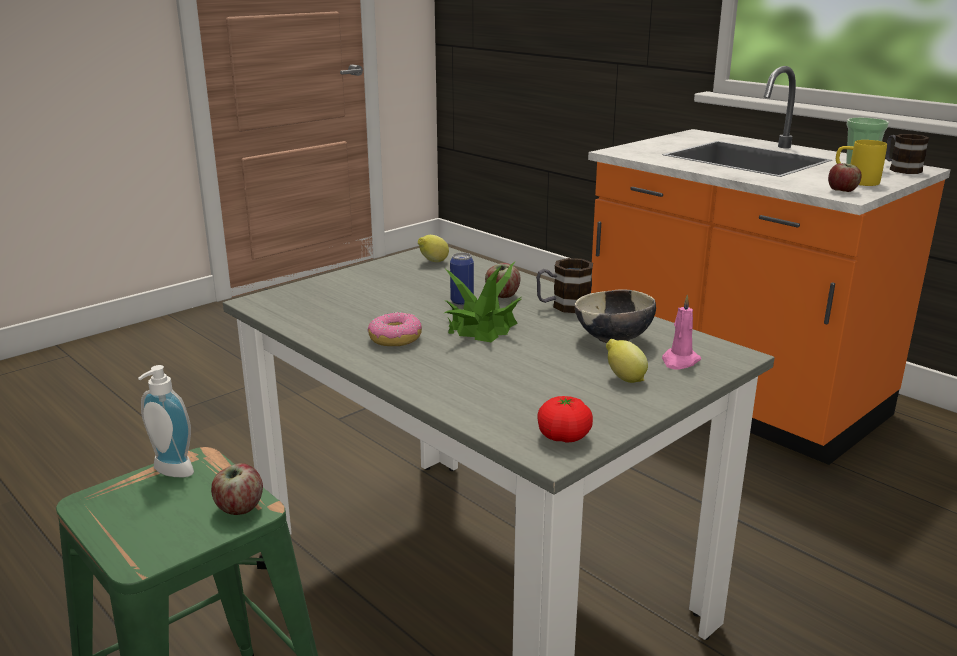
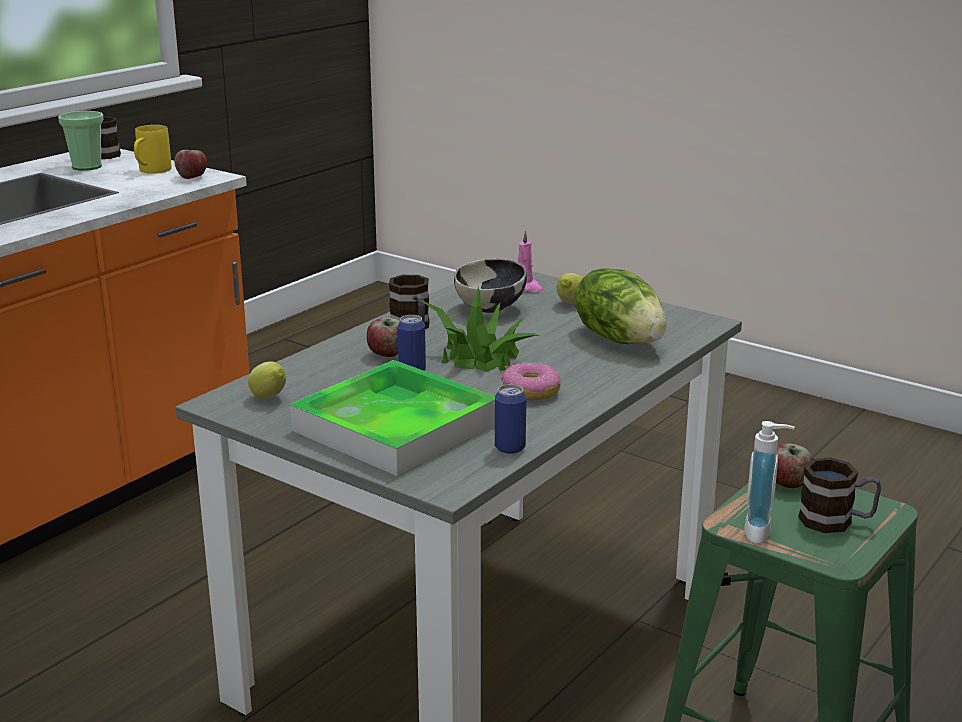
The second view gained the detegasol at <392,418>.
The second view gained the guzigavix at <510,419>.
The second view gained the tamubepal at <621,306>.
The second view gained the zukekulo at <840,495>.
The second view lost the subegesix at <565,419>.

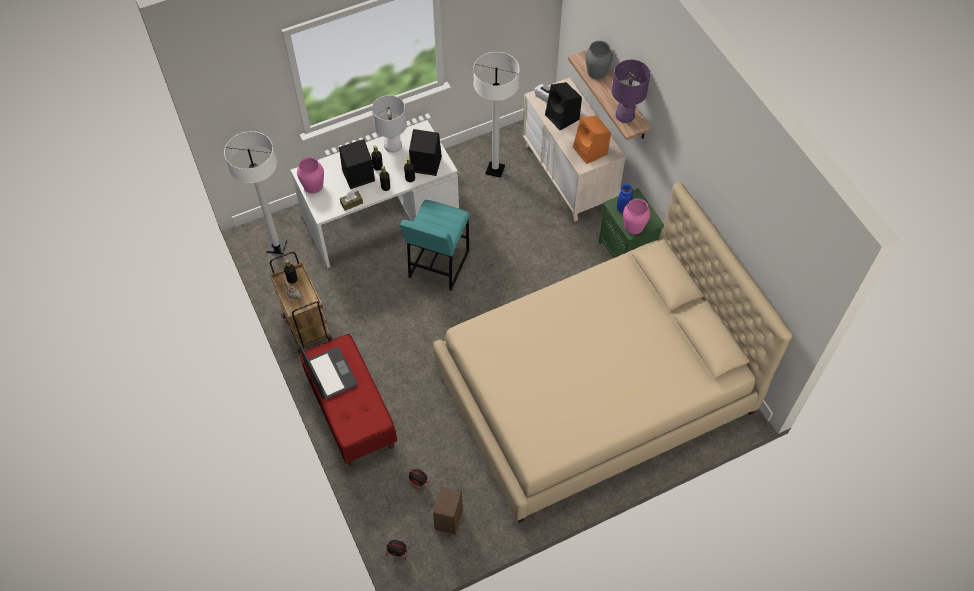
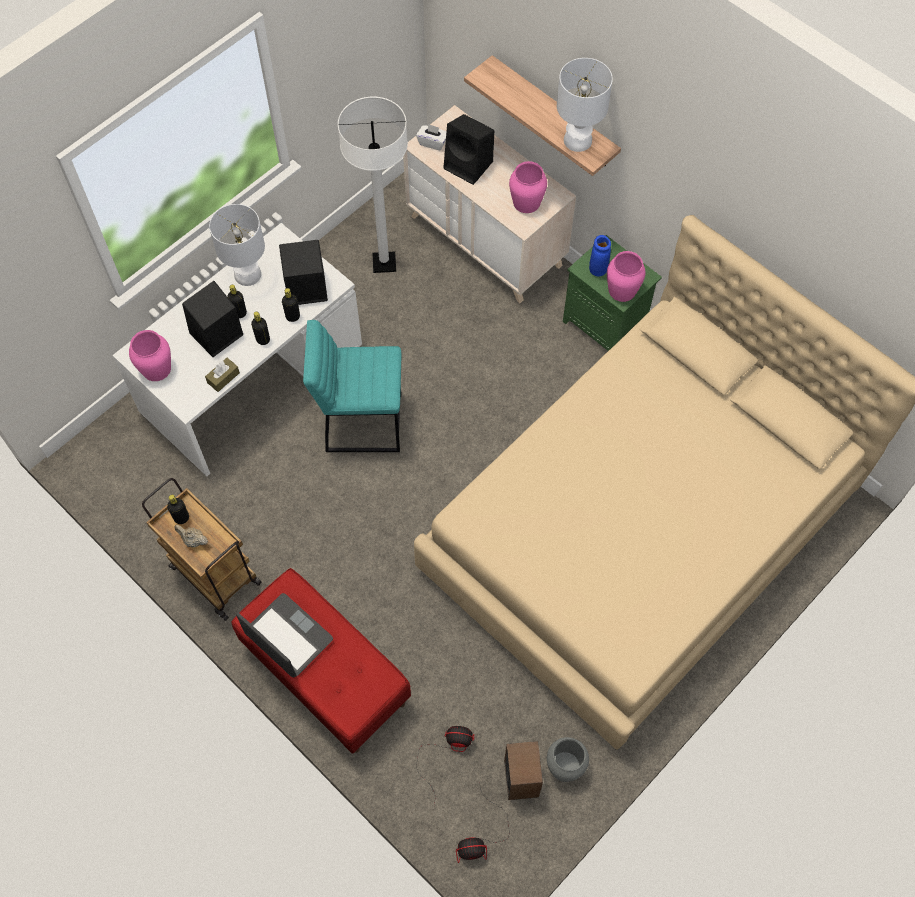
The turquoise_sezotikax at <435,245> ended up facing another way, 90 degrees clockwise from before.
Where the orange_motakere stood at <592,140>, the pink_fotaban came to stand at <528,187>.
The grey_fotaban ended up elsewhere, having gone from <599,60> to <568,759>.
What was the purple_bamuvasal at <631,91> turned into the white_bamuvasal at <585,105>.
The second view lost the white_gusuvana at <255,192>.

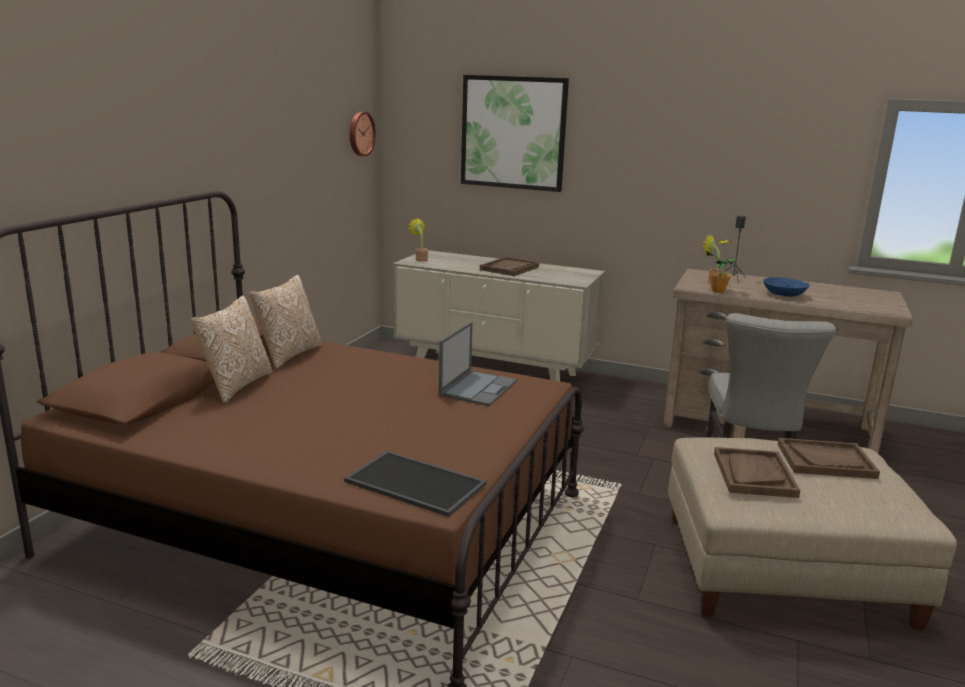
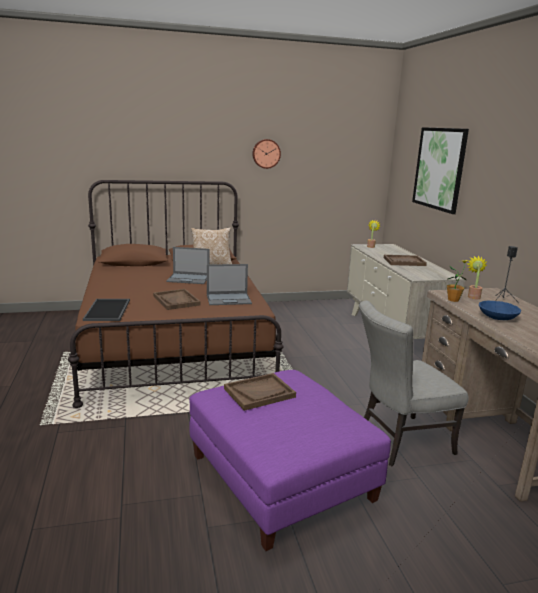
The brown_detegasol ended up elsewhere, having gone from <829,458> to <176,299>.
The second view gained the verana at <187,265>.
What was the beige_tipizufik at <812,534> turned into the purple_tipizufik at <290,460>.
The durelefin ended up elsewhere, having gone from <363,134> to <266,154>.
The second view lost the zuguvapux at <232,349>.

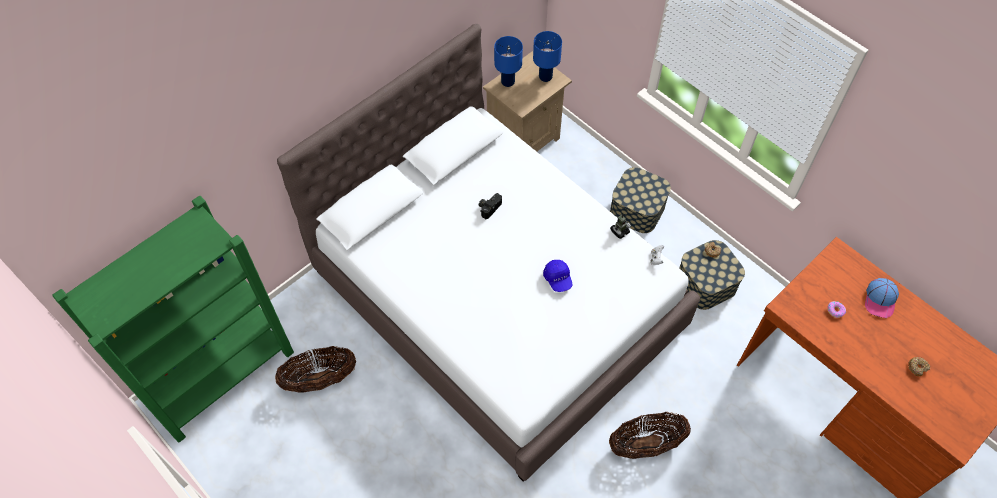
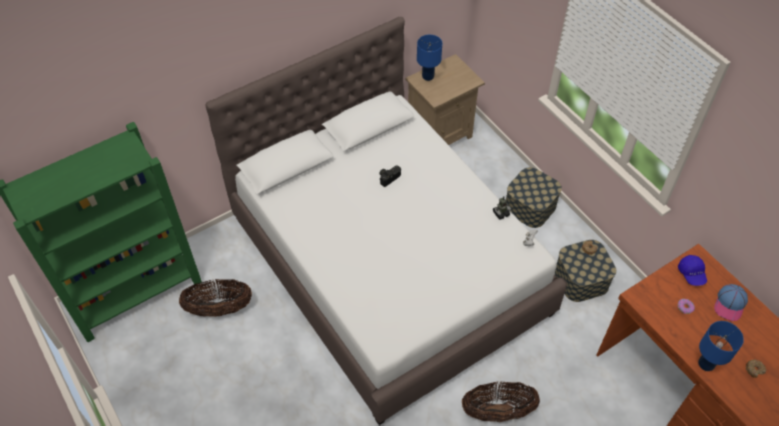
The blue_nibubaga ended up elsewhere, having gone from <557,276> to <692,270>.
The blue_bamuvasal ended up elsewhere, having gone from <547,56> to <721,346>.

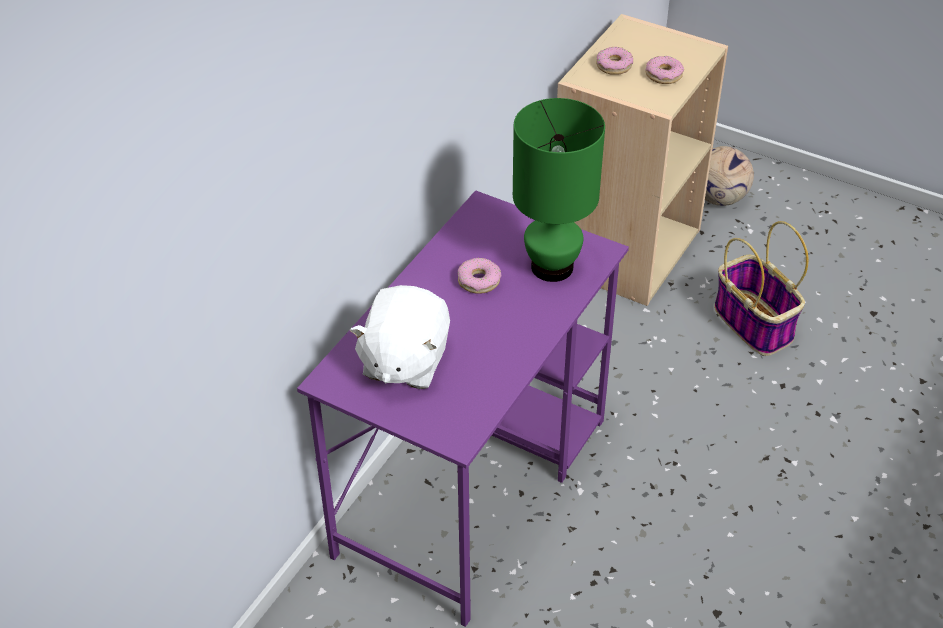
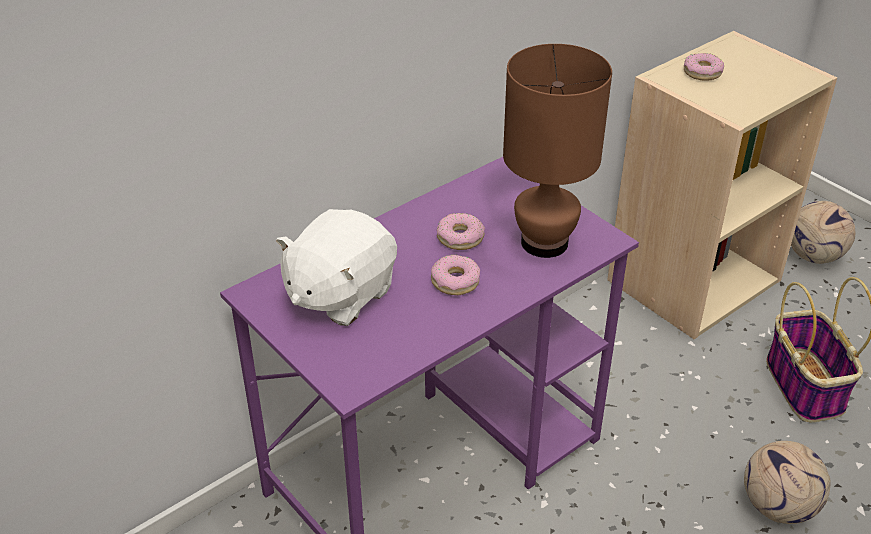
The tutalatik ended up elsewhere, having gone from <665,70> to <455,275>.
What was the green_bamuvasal at <559,190> turned into the brown_bamuvasal at <557,151>.
The second view gained the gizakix at <787,482>.

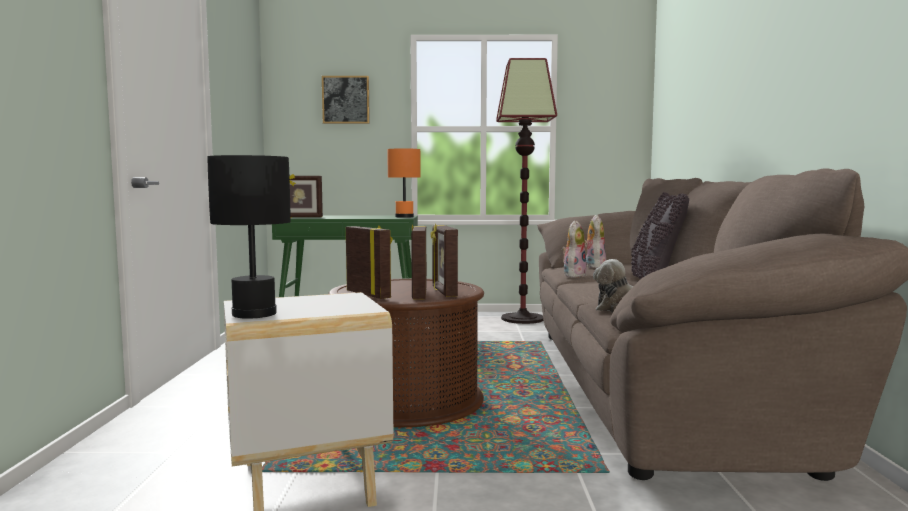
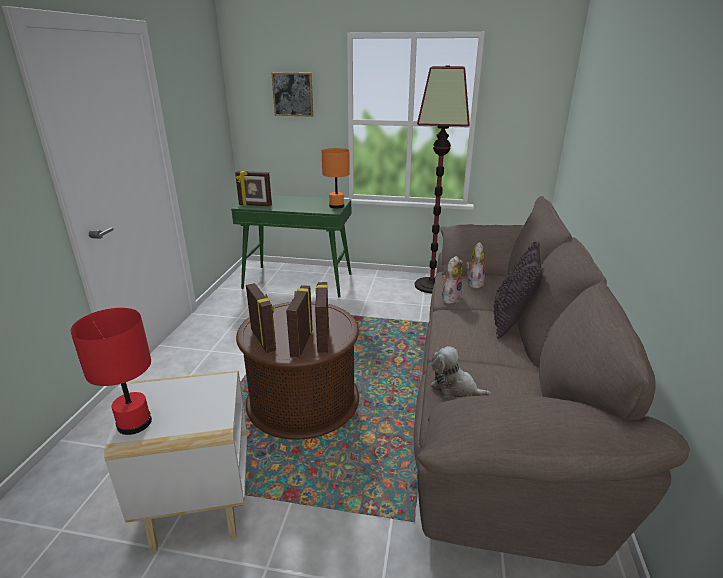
What was the black_bamuvasal at <249,237> turned into the red_bamuvasal at <111,371>.

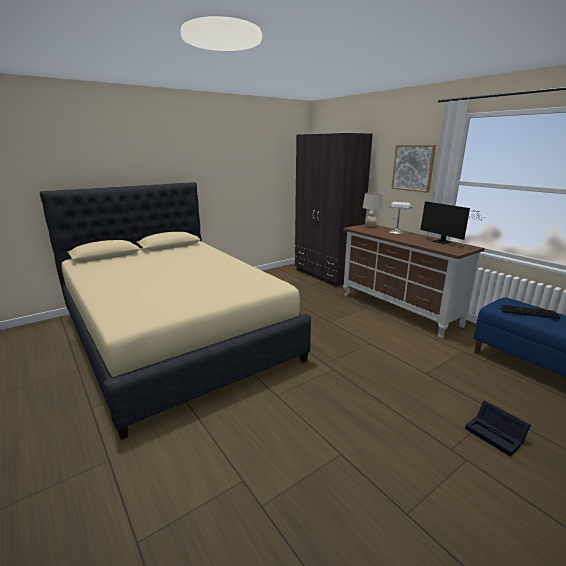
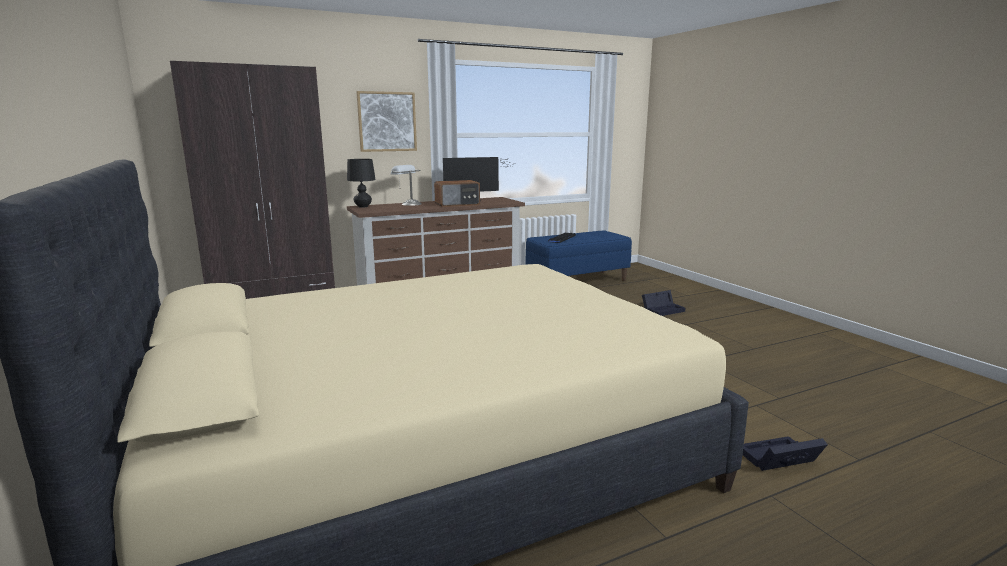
What was the beige_bamuvasal at <372,209> turned into the black_bamuvasal at <361,183>.
The second view gained the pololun at <457,193>.
The second view gained the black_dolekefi at <785,453>.

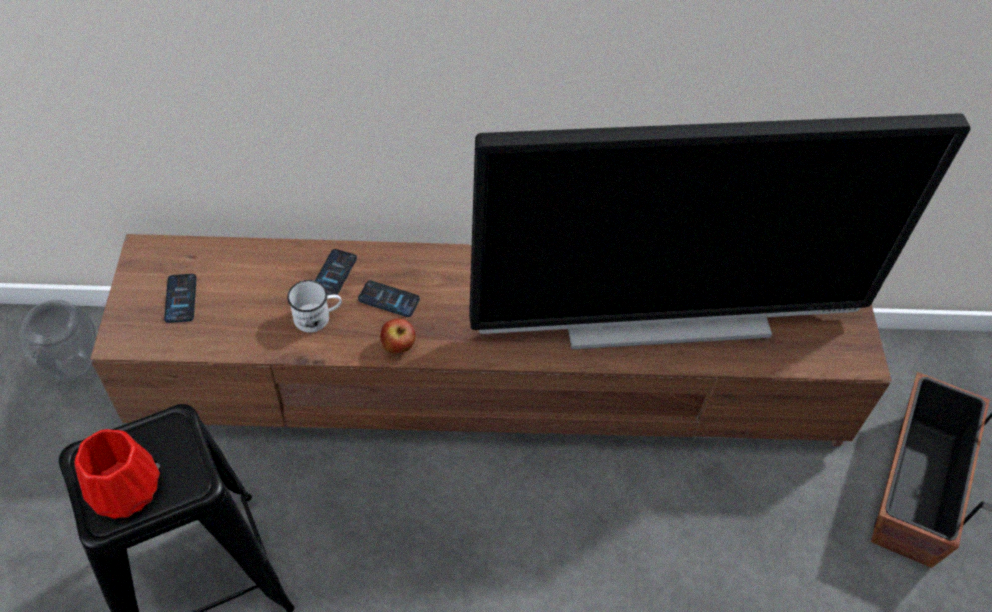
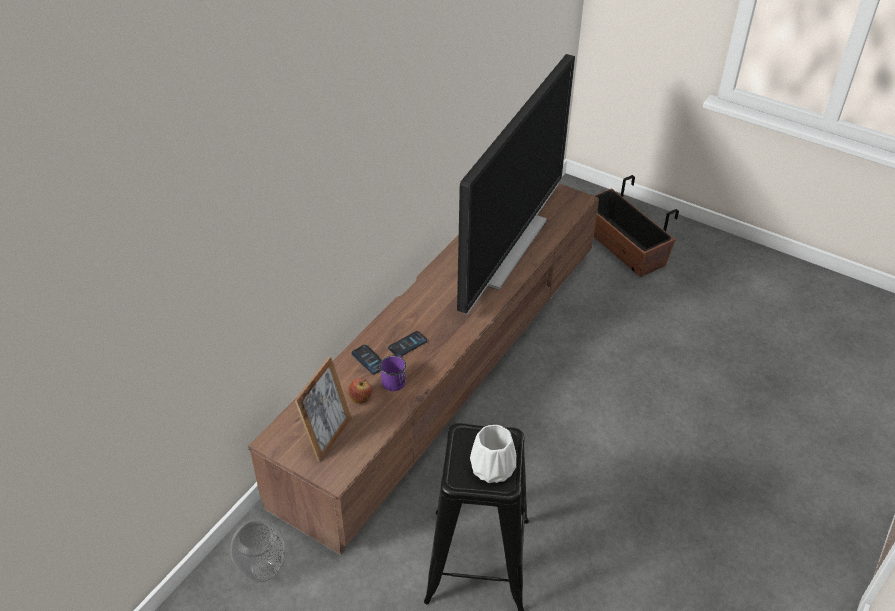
Where the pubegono stood at <180,298>, the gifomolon came to stand at <323,409>.
The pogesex ended up elsewhere, having gone from <398,335> to <360,391>.
What was the white_zukekulo at <314,306> turned into the purple_zukekulo at <393,373>.
What was the red_fotaban at <117,474> turned into the white_fotaban at <493,454>.

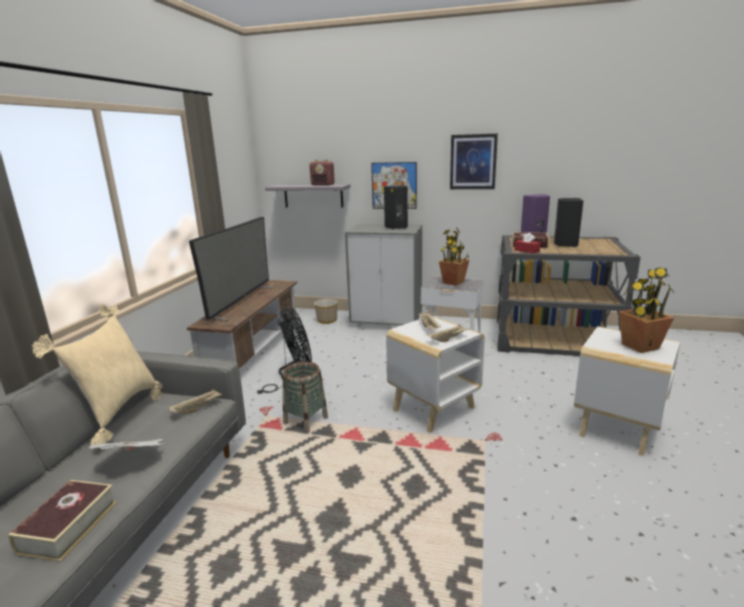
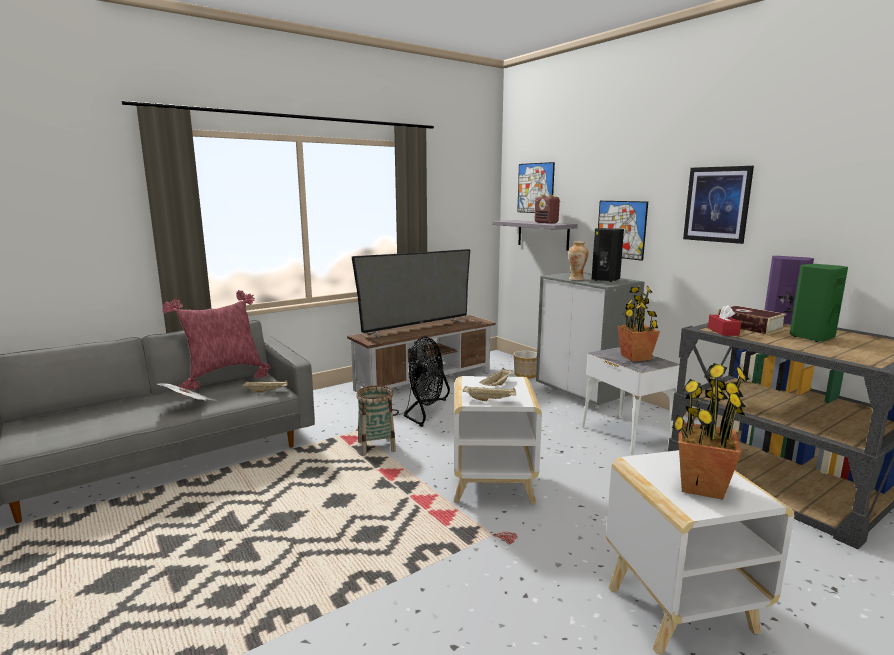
What was the beige_zuguvapux at <97,374> turned into the red_zuguvapux at <216,340>.
The second view gained the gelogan at <536,187>.
The second view gained the fotaban at <578,260>.
What was the black_motakere at <568,222> turned into the green_motakere at <819,303>.
The second view lost the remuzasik at <62,521>.

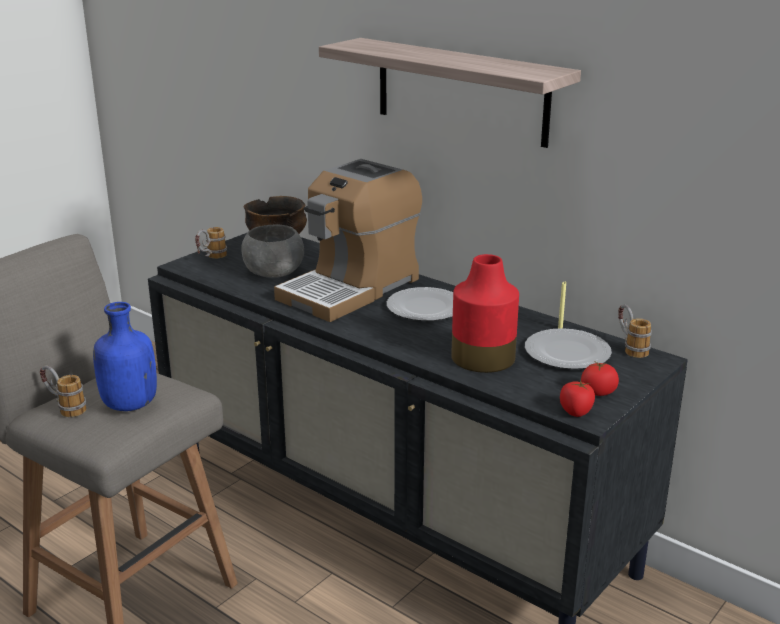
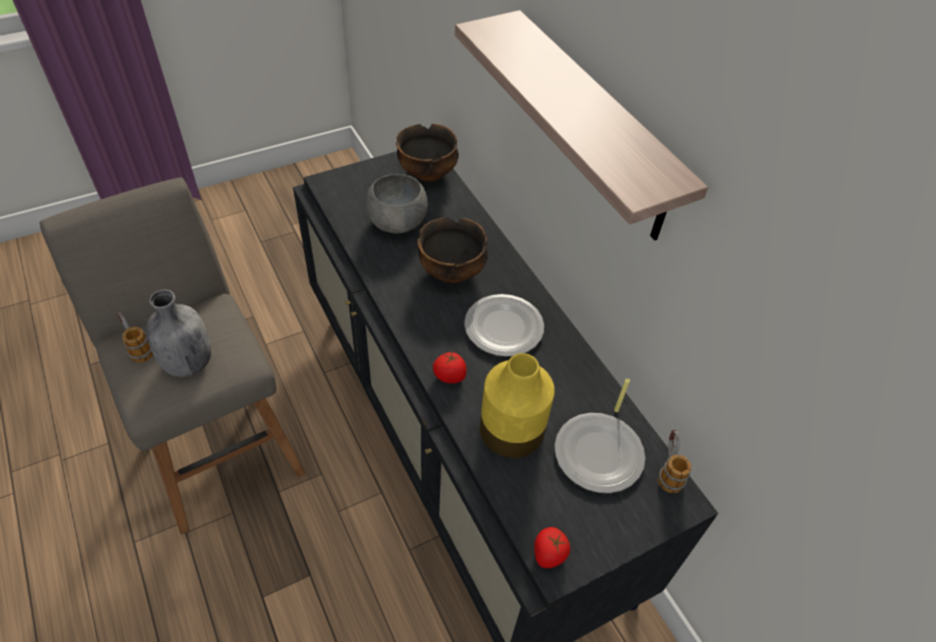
What was the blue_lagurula at <125,356> turned into the grey_lagurula at <178,333>.
Where the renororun stood at <348,240>, the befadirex came to stand at <452,250>.
The subegesix ended up elsewhere, having gone from <600,378> to <450,367>.
What was the red_fotaban at <485,313> turned into the yellow_fotaban at <517,405>.
The second view lost the zukekulo at <211,243>.

